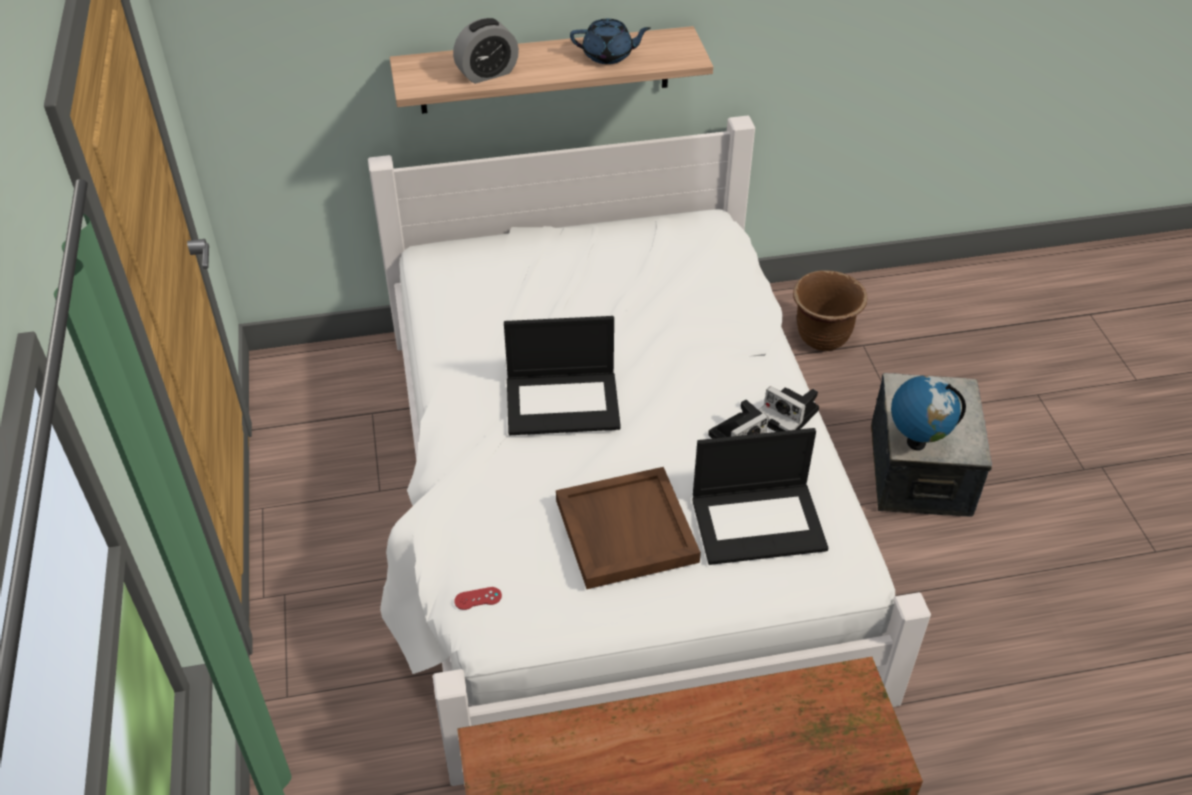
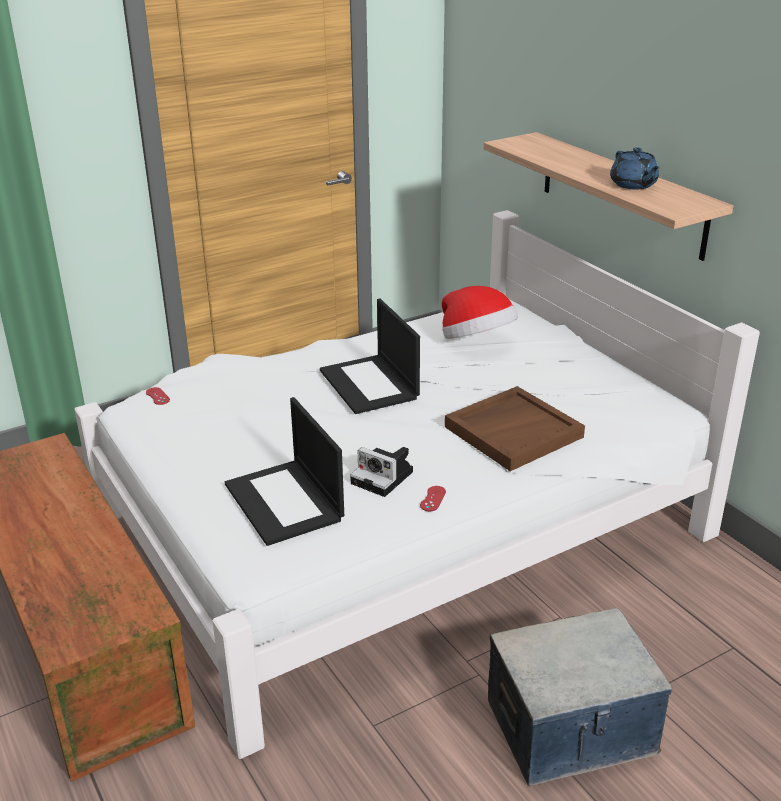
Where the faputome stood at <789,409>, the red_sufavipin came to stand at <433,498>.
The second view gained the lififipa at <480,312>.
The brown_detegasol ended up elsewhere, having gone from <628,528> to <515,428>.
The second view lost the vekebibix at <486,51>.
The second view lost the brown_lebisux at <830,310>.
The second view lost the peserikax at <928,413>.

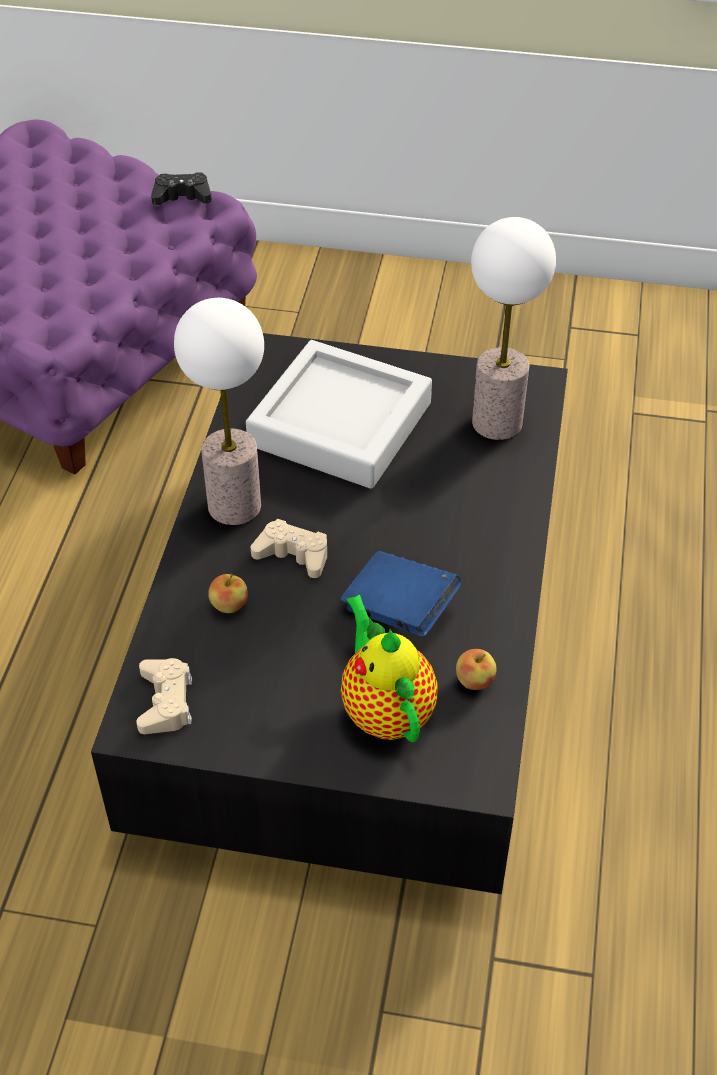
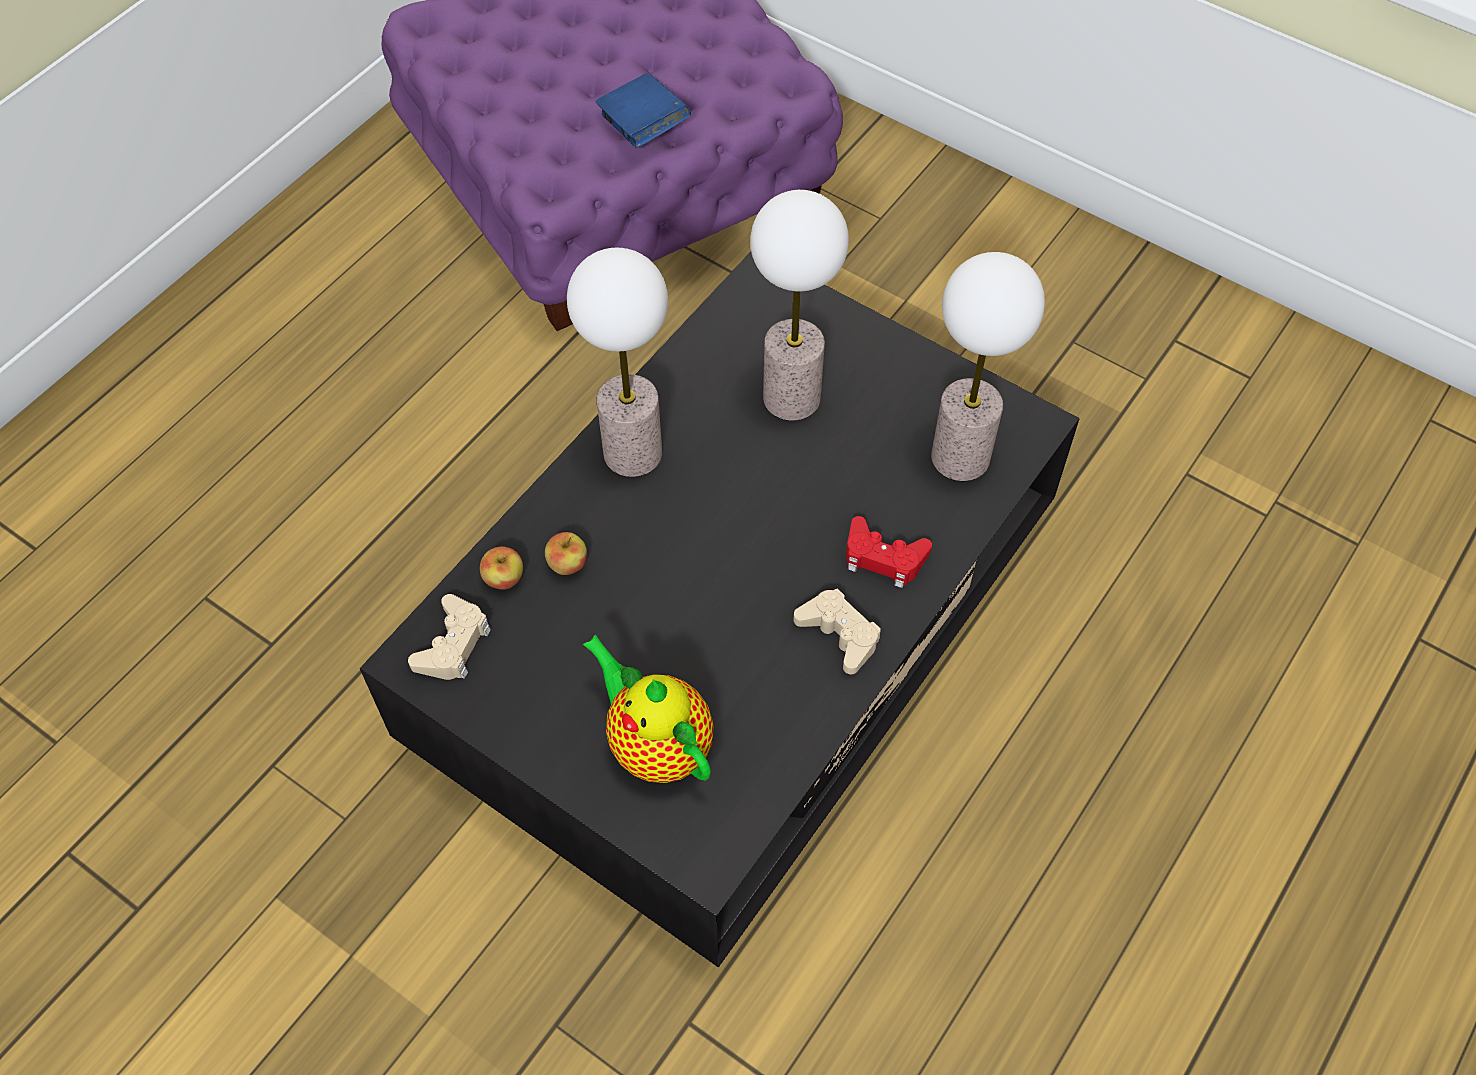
The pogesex ended up elsewhere, having gone from <476,669> to <501,567>.
The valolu at <389,668> ended up facing another way, 45 degrees counterclockwise from before.
The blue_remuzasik ended up elsewhere, having gone from <400,594> to <643,110>.
Where the grey_detegasol stood at <339,414>, the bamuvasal came to stand at <799,305>.
The beige_sufavipin ended up elsewhere, having gone from <289,548> to <837,631>.
The second view gained the red_sufavipin at <889,552>.
The second view lost the black_sufavipin at <181,188>.

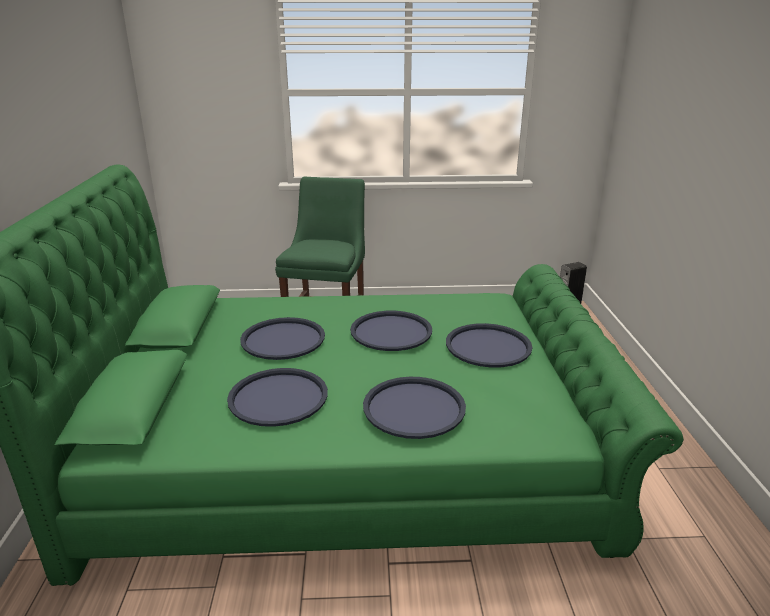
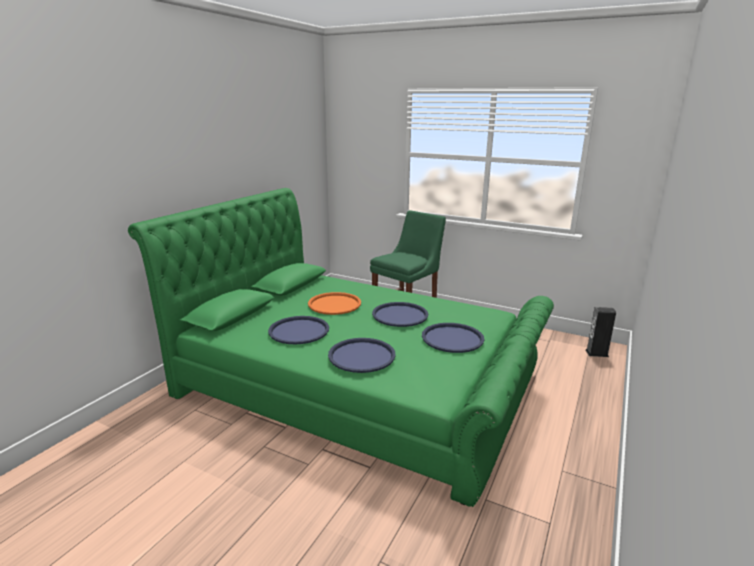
What was the blue_detegasol at <282,338> turned into the orange_detegasol at <334,303>.

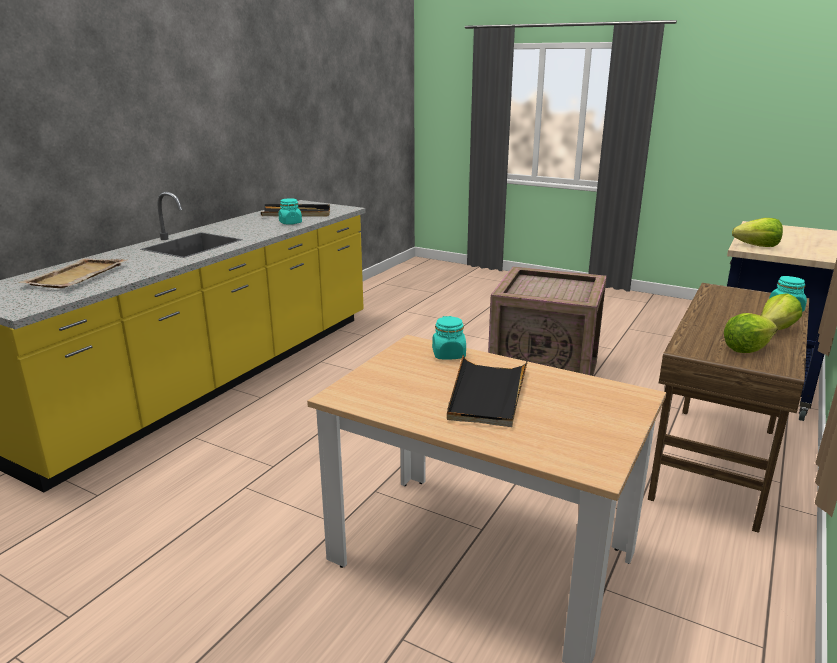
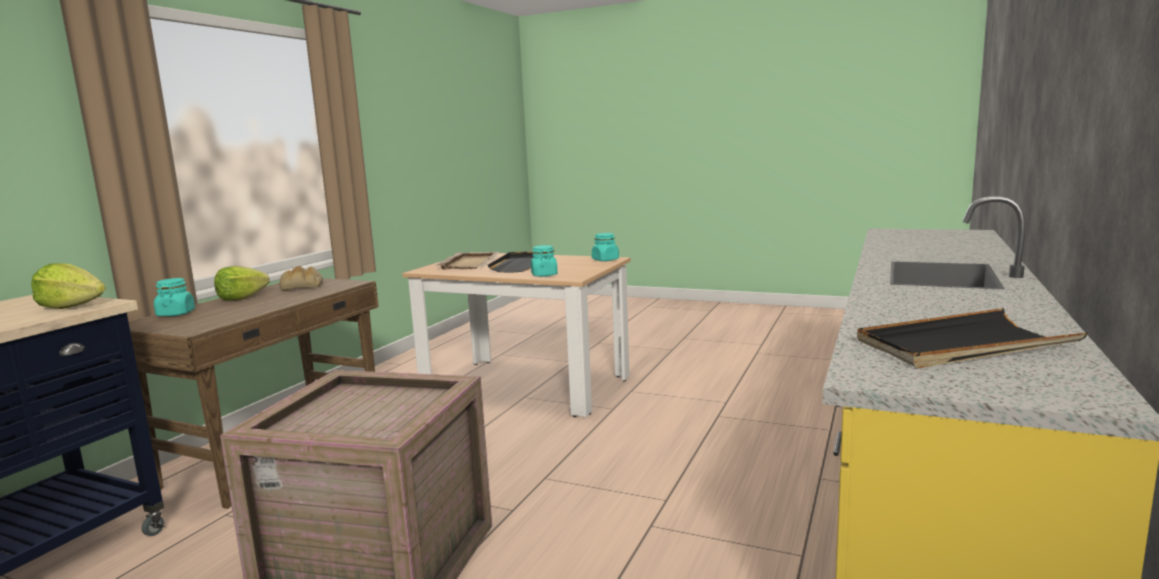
Where the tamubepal stood at <751,333>, the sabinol came to stand at <301,278>.
The beige_detegasol ended up elsewhere, having gone from <72,273> to <467,261>.
The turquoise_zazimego ended up elsewhere, having gone from <290,211> to <605,247>.

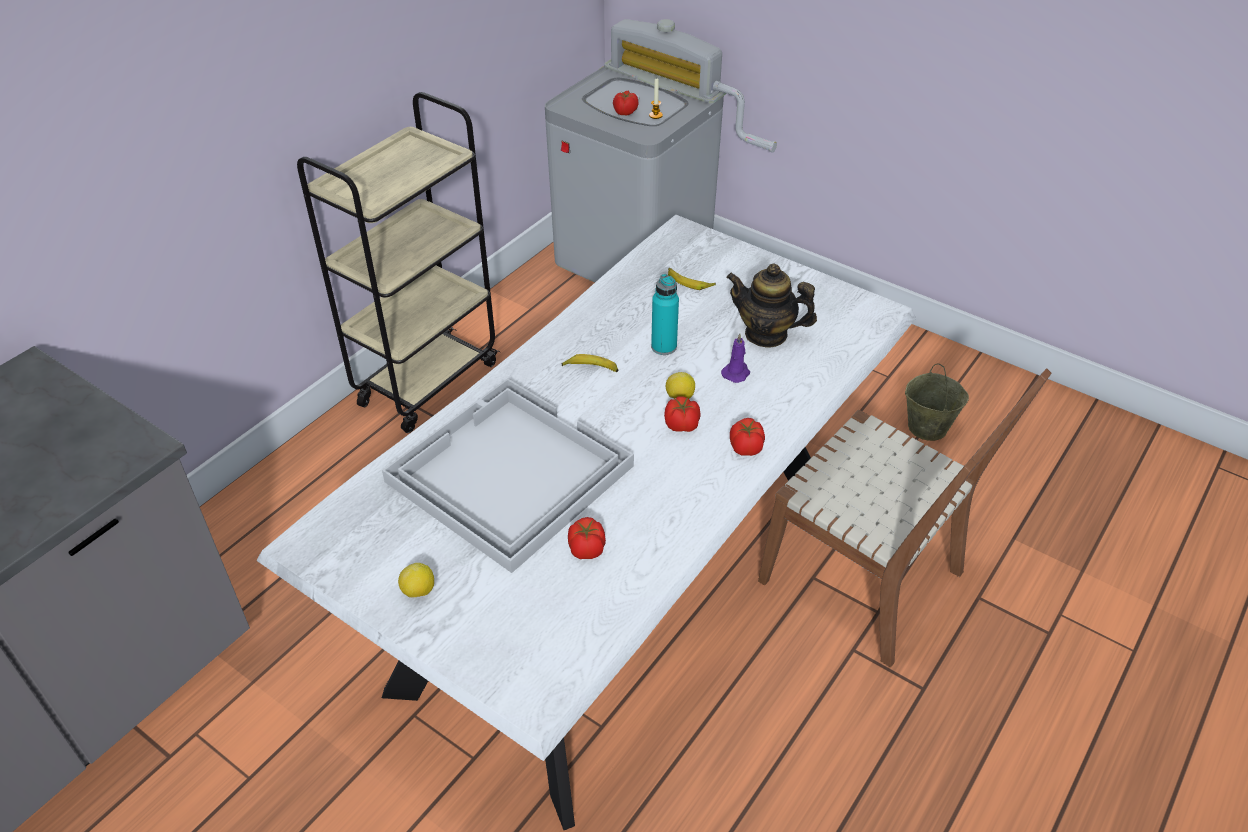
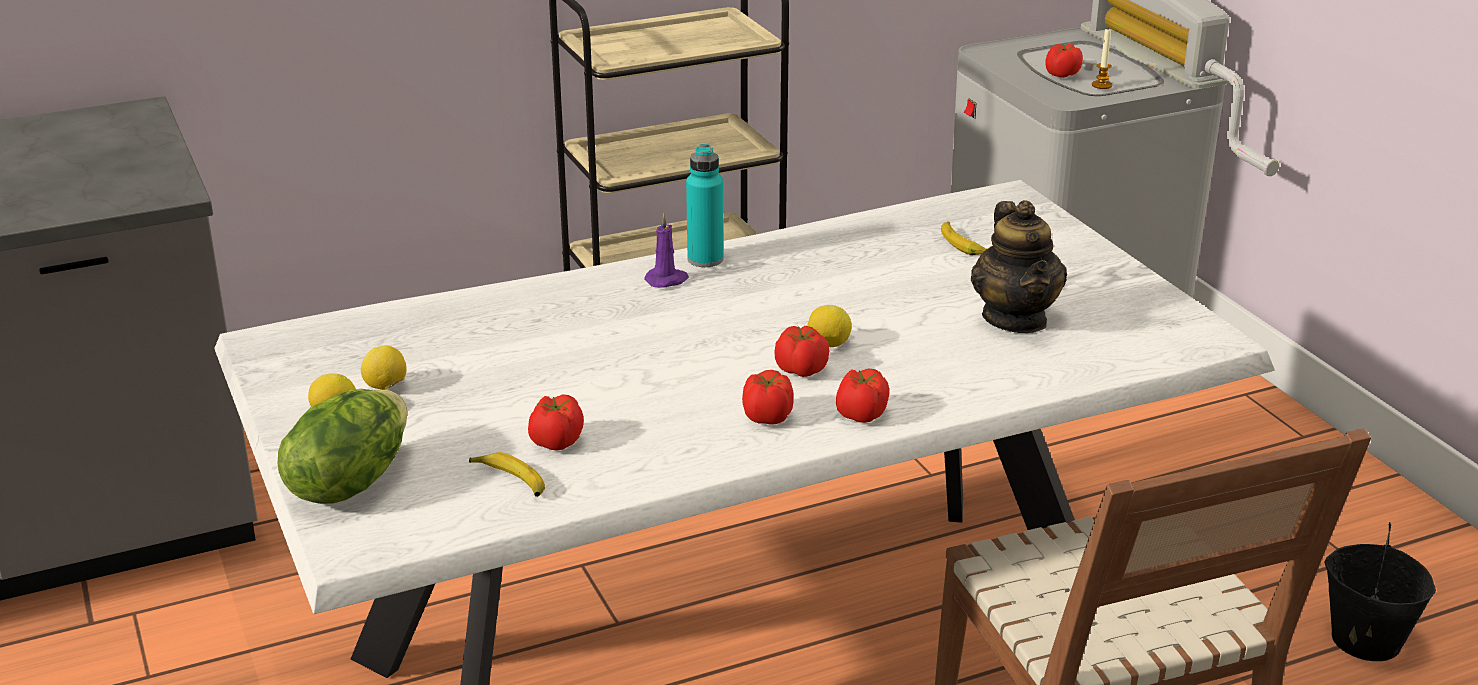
The second view gained the tamubepal at <342,446>.
The second view gained the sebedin at <384,367>.
The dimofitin ended up elsewhere, having gone from <589,363> to <507,474>.
The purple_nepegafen ended up elsewhere, having gone from <735,358> to <666,250>.
The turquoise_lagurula ended up elsewhere, having gone from <665,314> to <705,205>.
The second view gained the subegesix at <768,397>.
The valolu at <771,306> ended up facing another way, 150 degrees counterclockwise from before.
What was the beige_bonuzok at <937,402> turned into the black_bonuzok at <1380,591>.
The second view lost the white_detegasol at <508,475>.

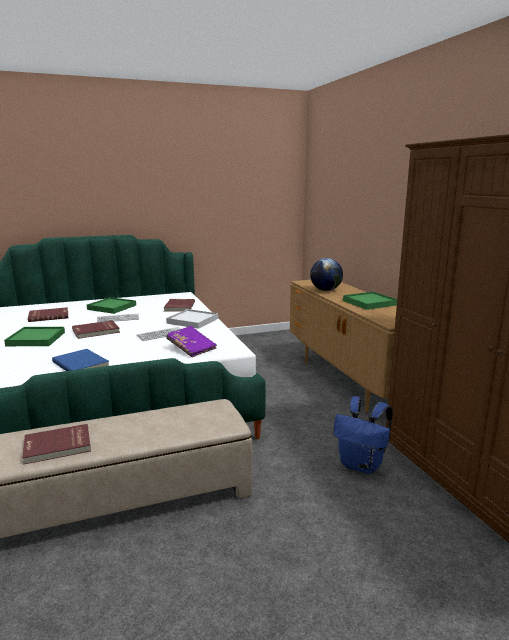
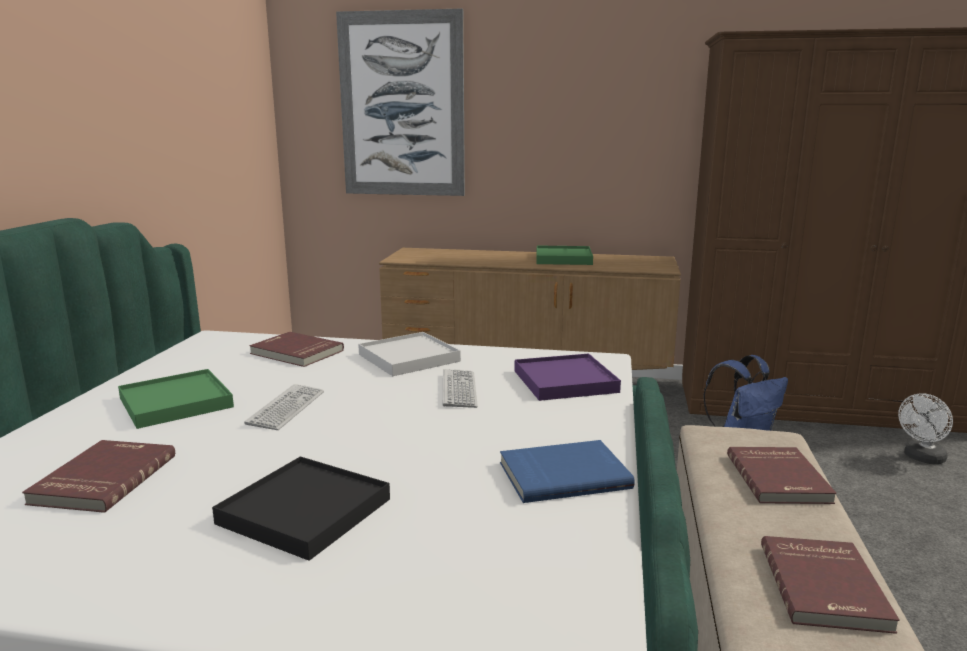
What was the green_detegasol at <34,336> turned into the black_detegasol at <301,508>.
The second view gained the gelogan at <400,102>.
Where the purple_remuzasik stood at <191,341>, the purple_detegasol came to stand at <568,377>.
The red_remuzasik ended up elsewhere, having gone from <96,329> to <782,475>.
The second view gained the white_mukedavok at <925,429>.
The second view lost the peserikax at <326,274>.

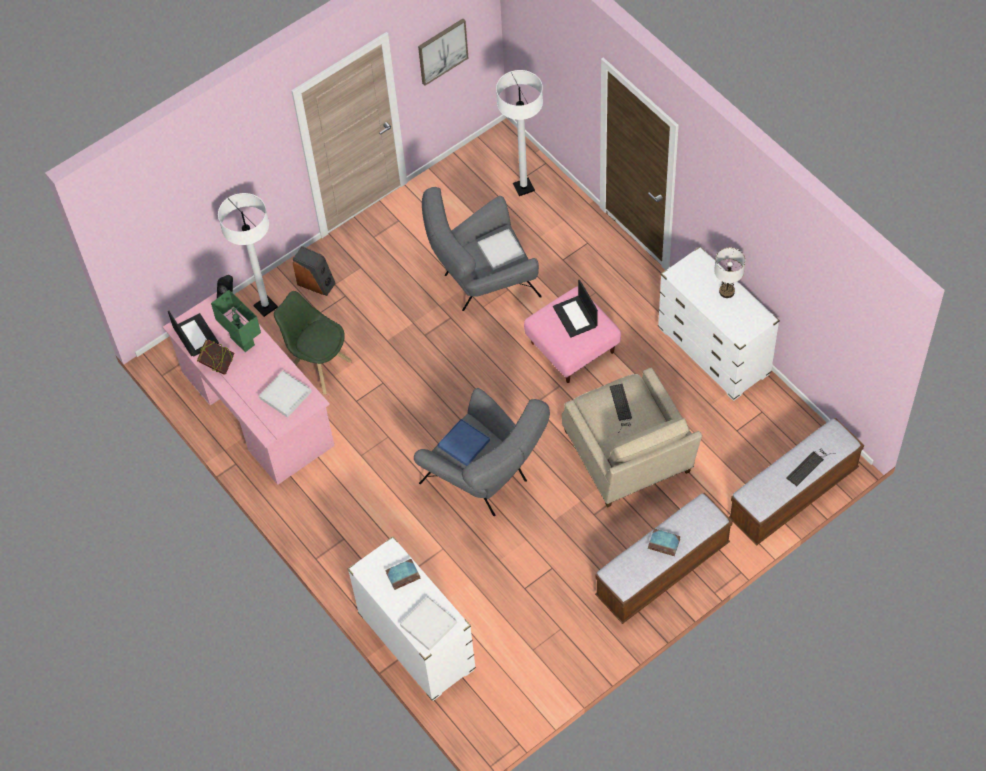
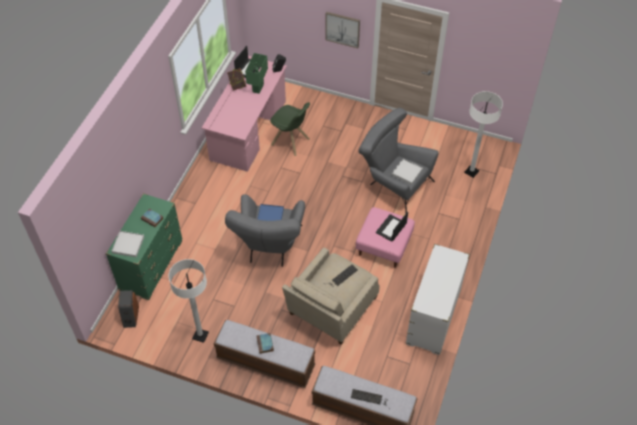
What was the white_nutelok at <411,618> turned into the green_nutelok at <144,246>.
The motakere ended up elsewhere, having gone from <314,271> to <128,309>.
The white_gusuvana ended up elsewhere, having gone from <248,255> to <189,301>.
The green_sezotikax at <313,343> ended up facing another way, 120 degrees clockwise from before.
The gelogan ended up elsewhere, having gone from <443,52> to <342,30>.
The second view lost the white_detegasol at <285,394>.
The second view lost the bamuvasal at <729,273>.

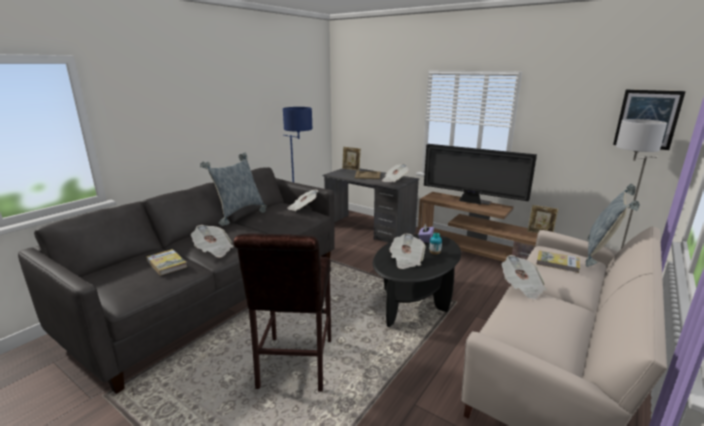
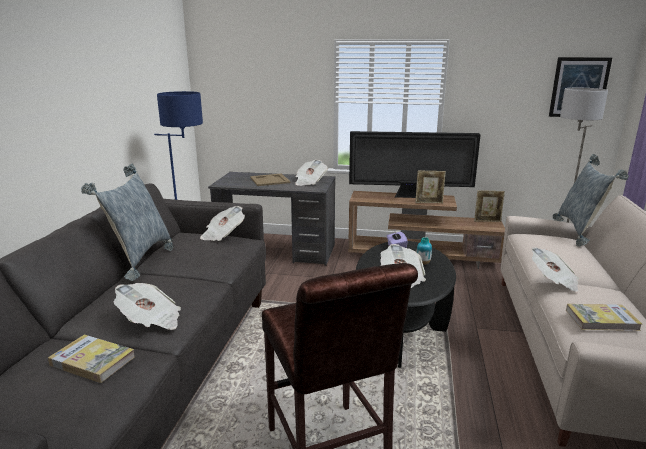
The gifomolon ended up elsewhere, having gone from <351,159> to <430,186>.
The remuzasik ended up elsewhere, having gone from <558,261> to <604,317>.

